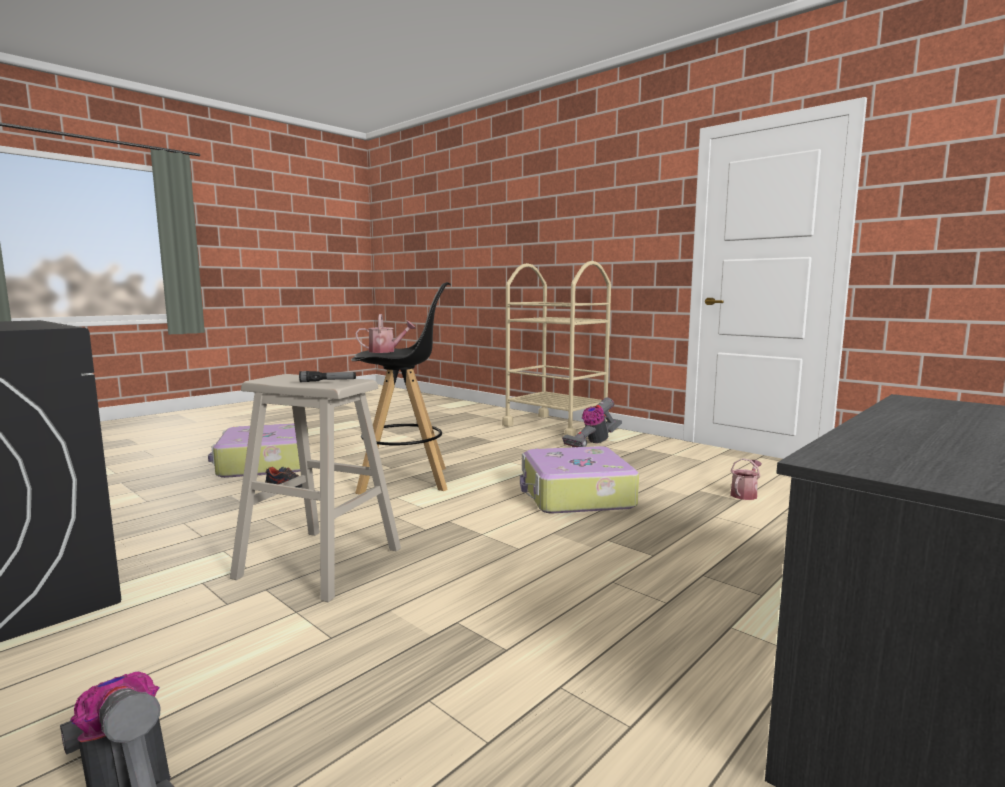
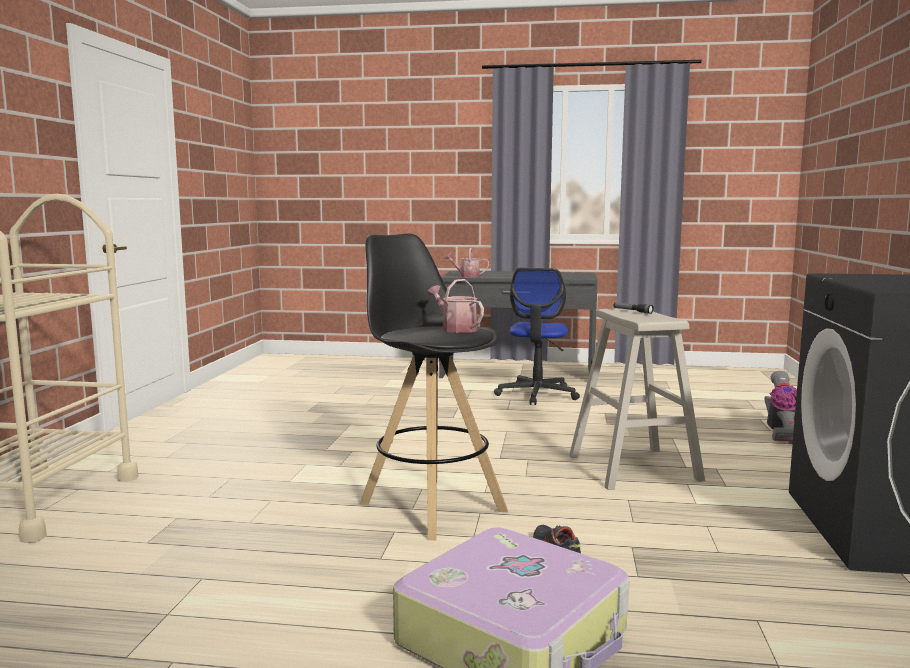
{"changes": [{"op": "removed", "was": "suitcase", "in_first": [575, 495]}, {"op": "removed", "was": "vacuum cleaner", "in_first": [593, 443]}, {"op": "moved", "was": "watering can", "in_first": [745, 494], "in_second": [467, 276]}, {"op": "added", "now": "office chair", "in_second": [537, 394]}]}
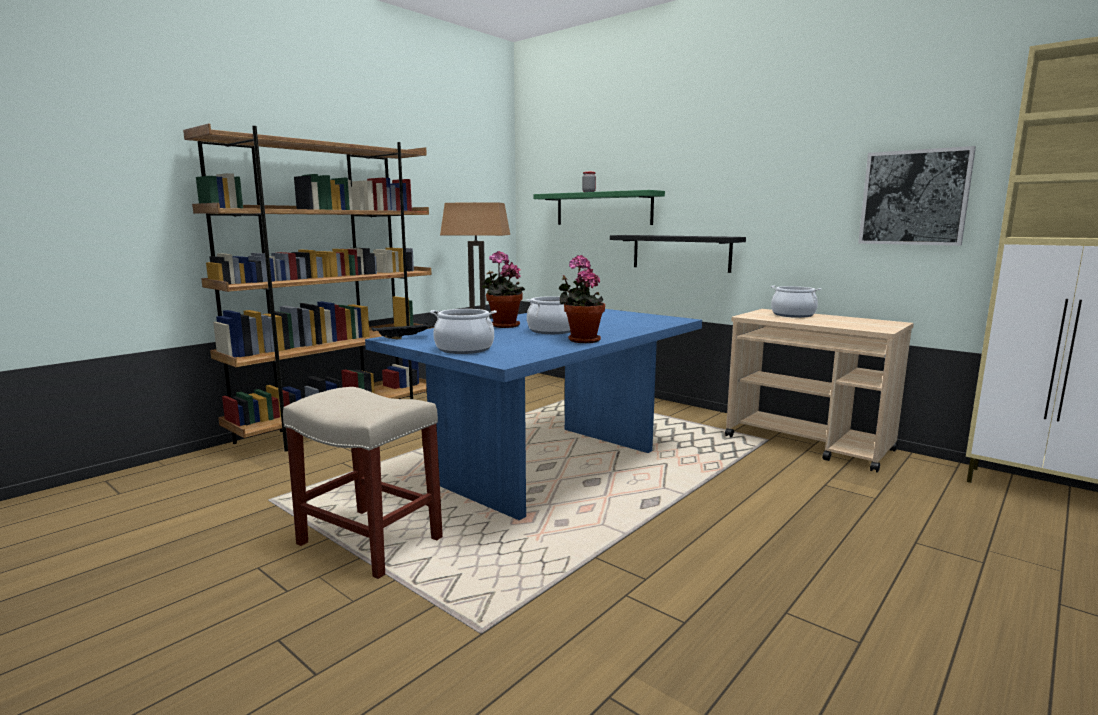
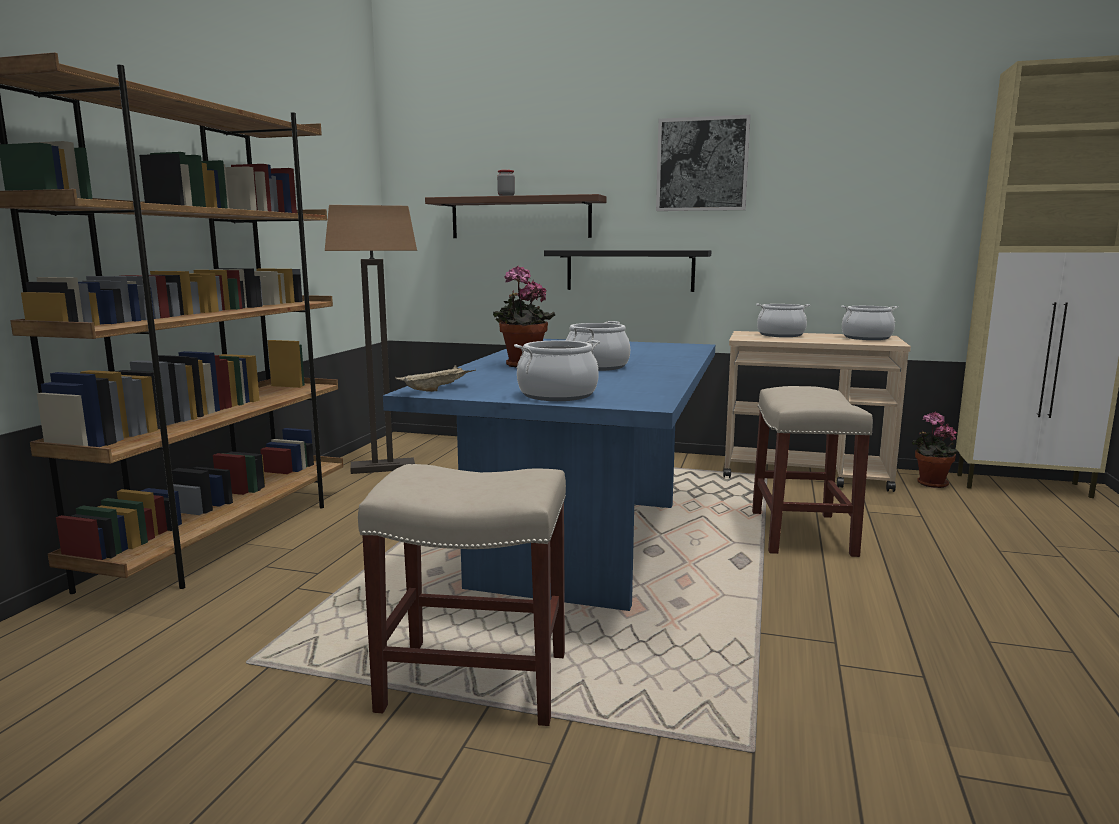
{"changes": [{"op": "recoloured", "was": "tray (black)", "now": "tray (beige)", "in_first": [403, 338], "in_second": [436, 389]}, {"op": "recoloured", "was": "shelf (green)", "now": "shelf (brown)", "in_first": [603, 209], "in_second": [520, 218]}, {"op": "moved", "was": "potted plant", "in_first": [581, 340], "in_second": [929, 484]}, {"op": "moved", "was": "picture", "in_first": [914, 198], "in_second": [702, 164]}, {"op": "added", "now": "stool (beige)", "in_second": [802, 534]}, {"op": "added", "now": "cooking pot", "in_second": [866, 338]}]}
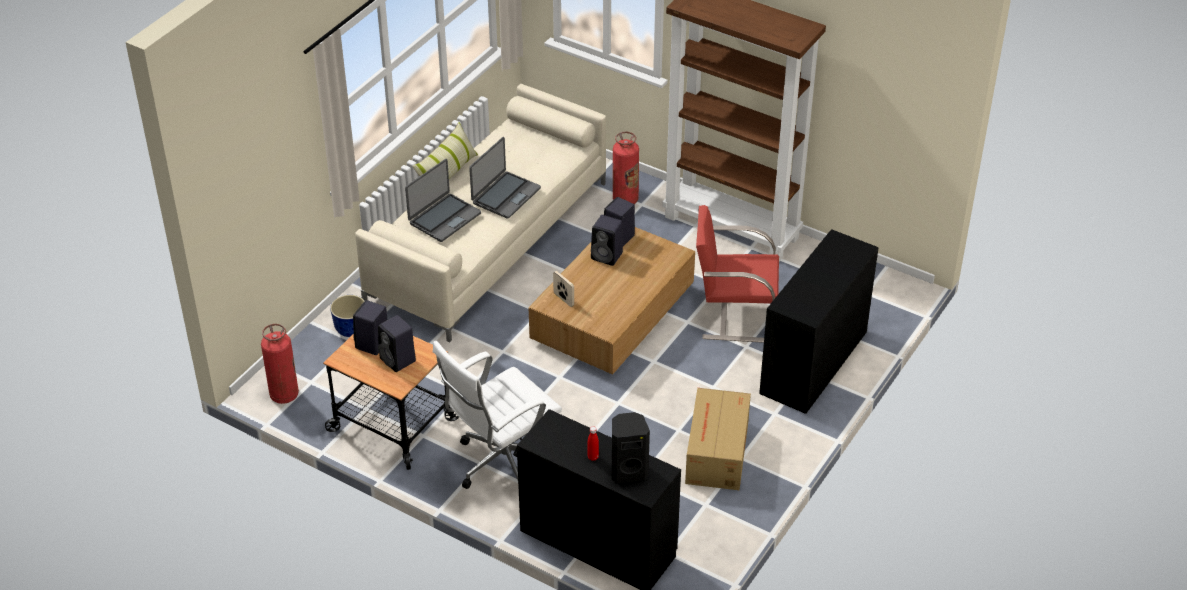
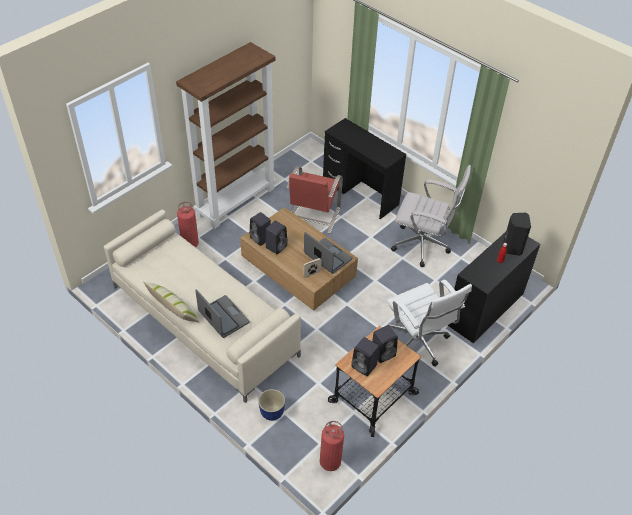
{"changes": [{"op": "moved", "was": "laptop", "in_first": [505, 195], "in_second": [327, 257]}, {"op": "replaced", "was": "cardboard box", "now": "office chair (white)", "in_first": [716, 454], "in_second": [423, 246]}]}
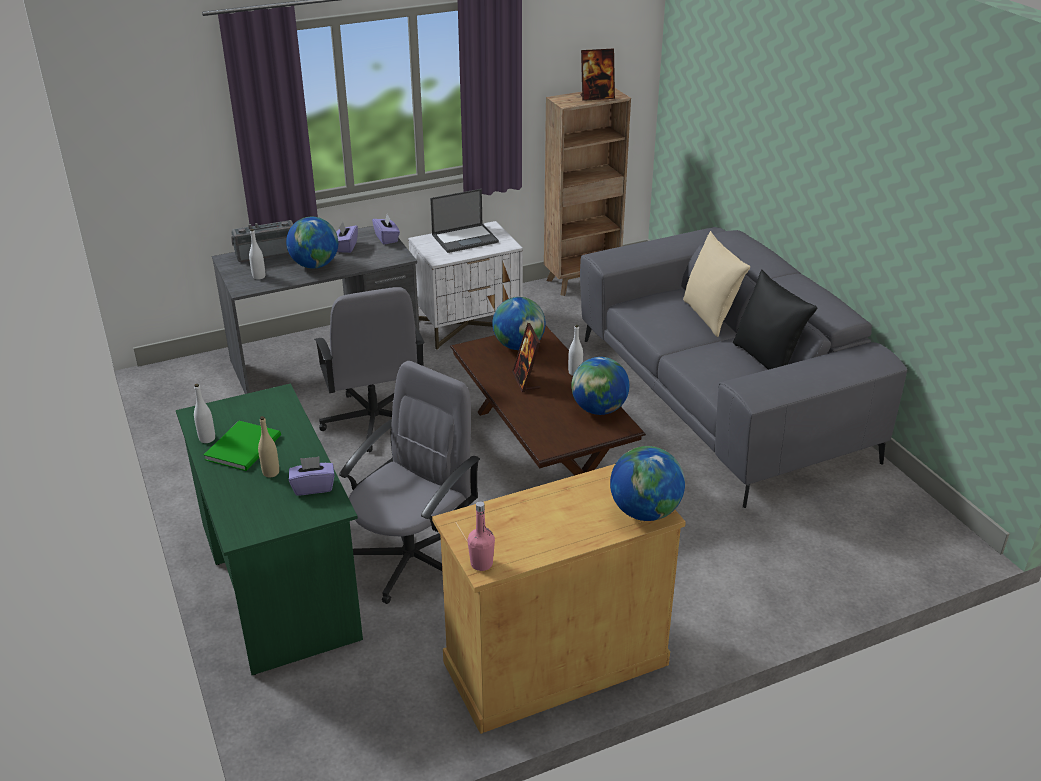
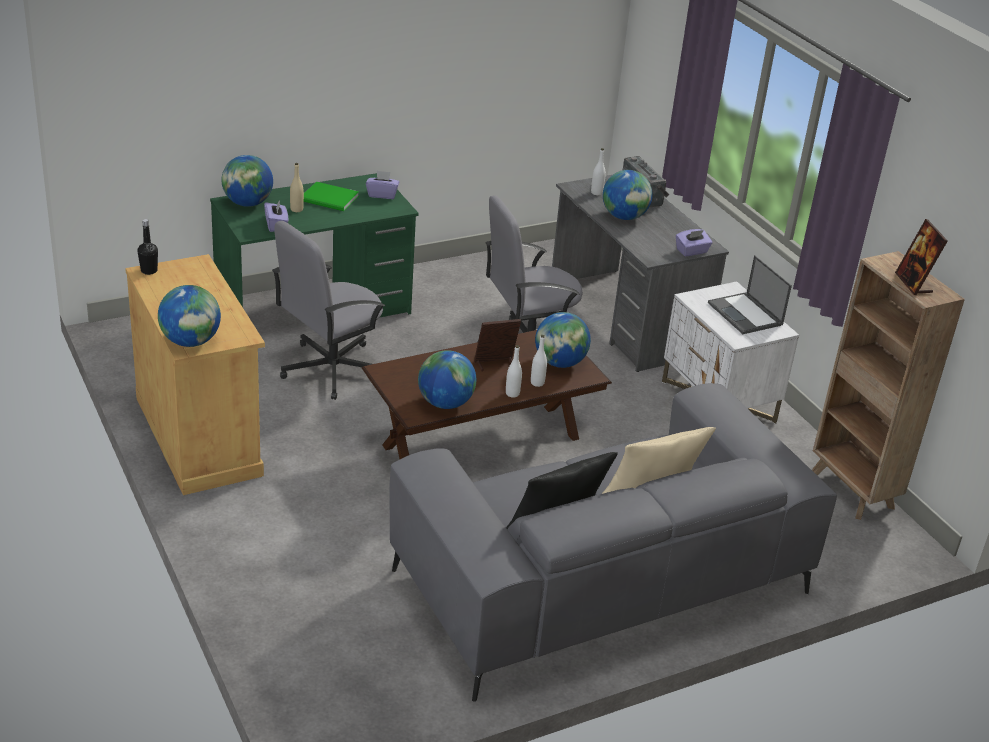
{"changes": [{"op": "moved", "was": "bottle (white)", "in_first": [207, 439], "in_second": [537, 383]}, {"op": "moved", "was": "tissue box (purple)", "in_first": [346, 247], "in_second": [382, 195]}, {"op": "turned", "was": "office chair (grey)", "in_first": [412, 559], "in_second": [331, 369], "clockwise": 105}, {"op": "recoloured", "was": "bottle (pink)", "now": "bottle (black)", "in_first": [481, 564], "in_second": [149, 271]}, {"op": "added", "now": "globe", "in_second": [248, 203]}]}
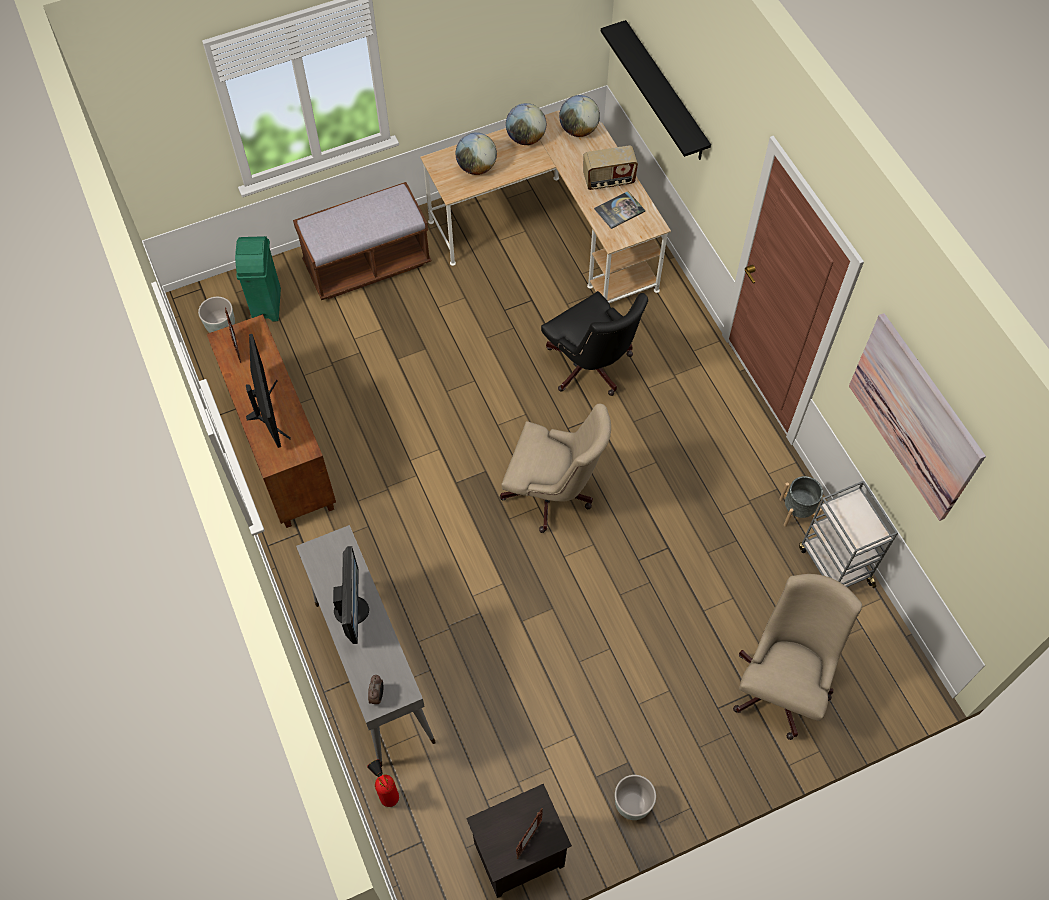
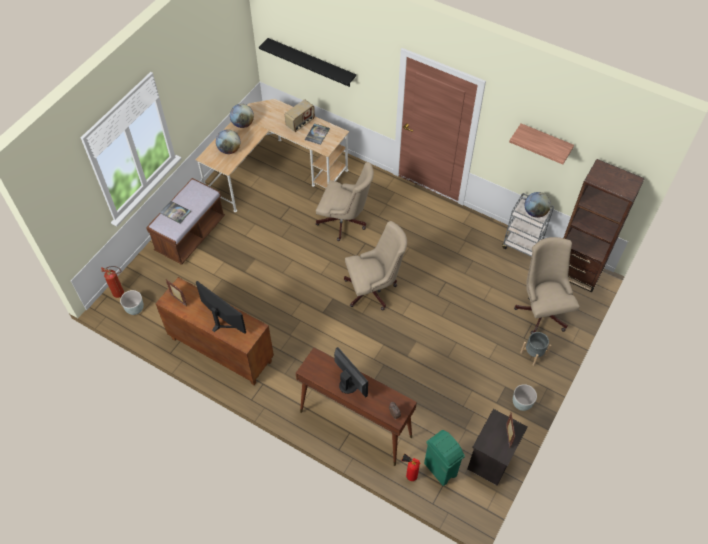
{"changes": [{"op": "moved", "was": "trash can (green)", "in_first": [266, 305], "in_second": [440, 470]}, {"op": "recoloured", "was": "console table (grey)", "now": "console table (brown)", "in_first": [373, 671], "in_second": [355, 424]}, {"op": "recoloured", "was": "office chair (black)", "now": "office chair (beige)", "in_first": [591, 368], "in_second": [345, 222]}, {"op": "moved", "was": "globe", "in_first": [578, 130], "in_second": [535, 212]}, {"op": "moved", "was": "planter (grey)", "in_first": [797, 511], "in_second": [533, 354]}, {"op": "replaced", "was": "picture", "now": "shelf", "in_first": [915, 417], "in_second": [545, 141]}, {"op": "added", "now": "fire extinguisher", "in_second": [121, 293]}, {"op": "added", "now": "book", "in_second": [175, 212]}, {"op": "added", "now": "bookcase (brown)", "in_second": [576, 272]}]}
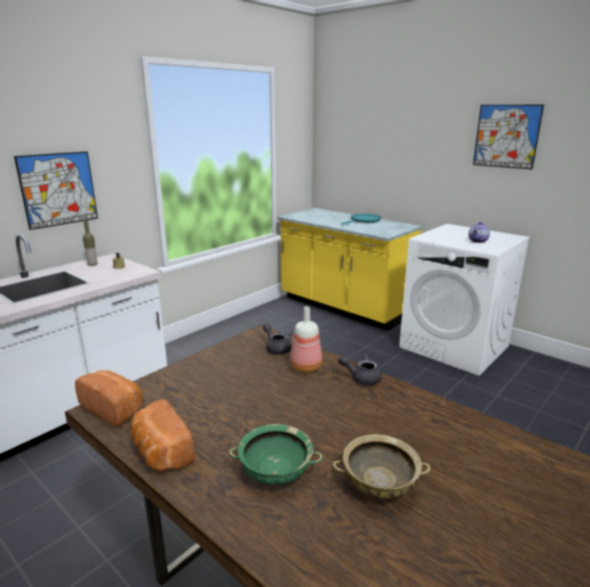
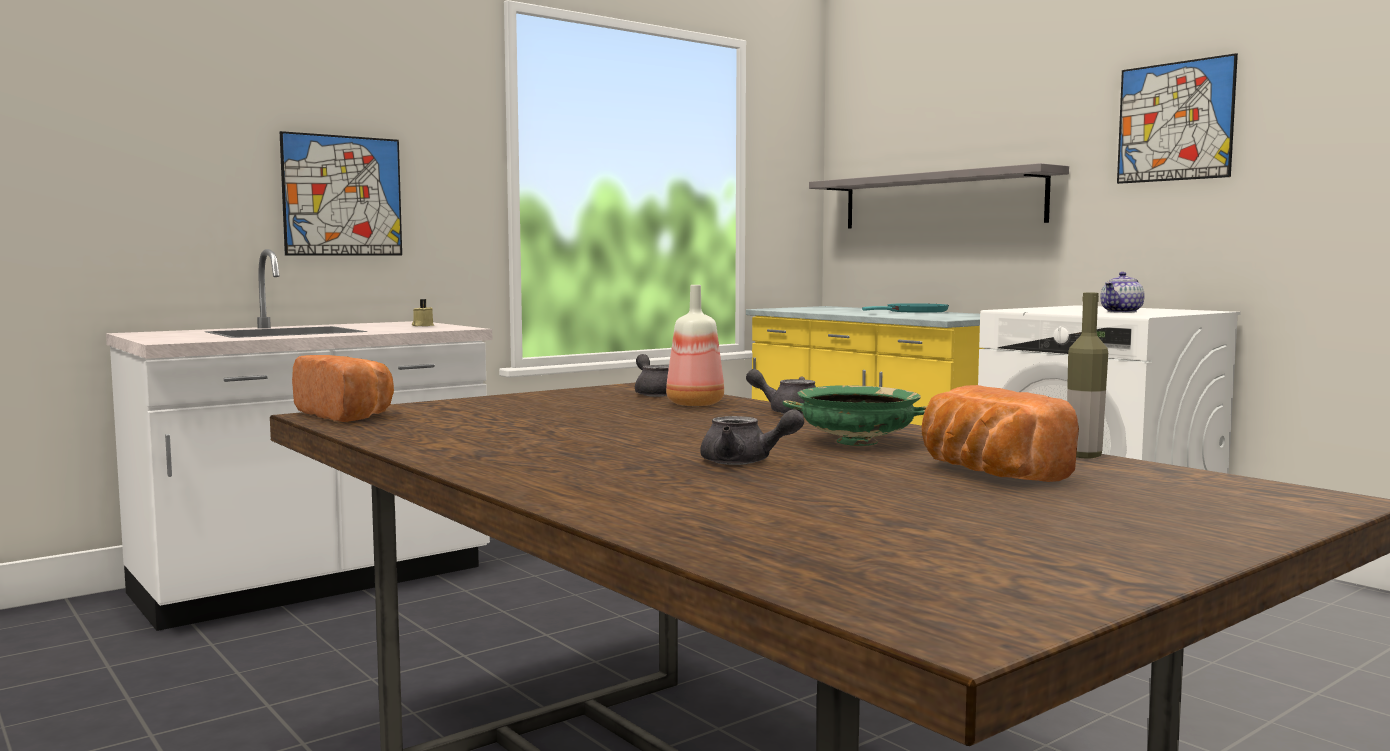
{"changes": [{"op": "moved", "was": "bottle", "in_first": [92, 264], "in_second": [1083, 456]}, {"op": "moved", "was": "bread", "in_first": [160, 453], "in_second": [987, 473]}, {"op": "moved", "was": "bowl (green)", "in_first": [276, 472], "in_second": [858, 442]}, {"op": "replaced", "was": "bowl (beige)", "now": "teapot (grey)", "in_first": [380, 484], "in_second": [745, 462]}, {"op": "added", "now": "shelf (grey)", "in_second": [940, 200]}]}
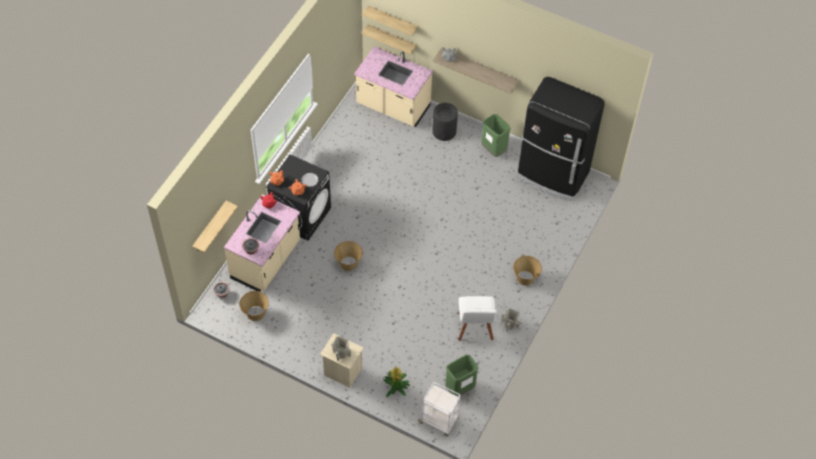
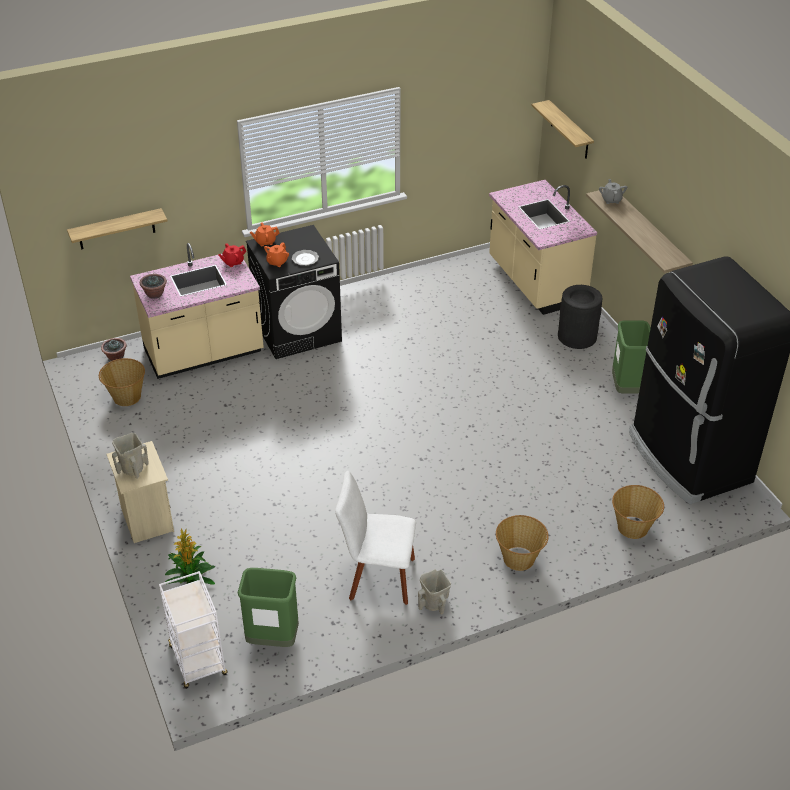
{"changes": [{"op": "moved", "was": "basket", "in_first": [348, 263], "in_second": [633, 527]}, {"op": "removed", "was": "shelf", "in_first": [392, 39]}, {"op": "turned", "was": "chair (white)", "in_first": [475, 328], "in_second": [378, 577], "clockwise": 60}]}
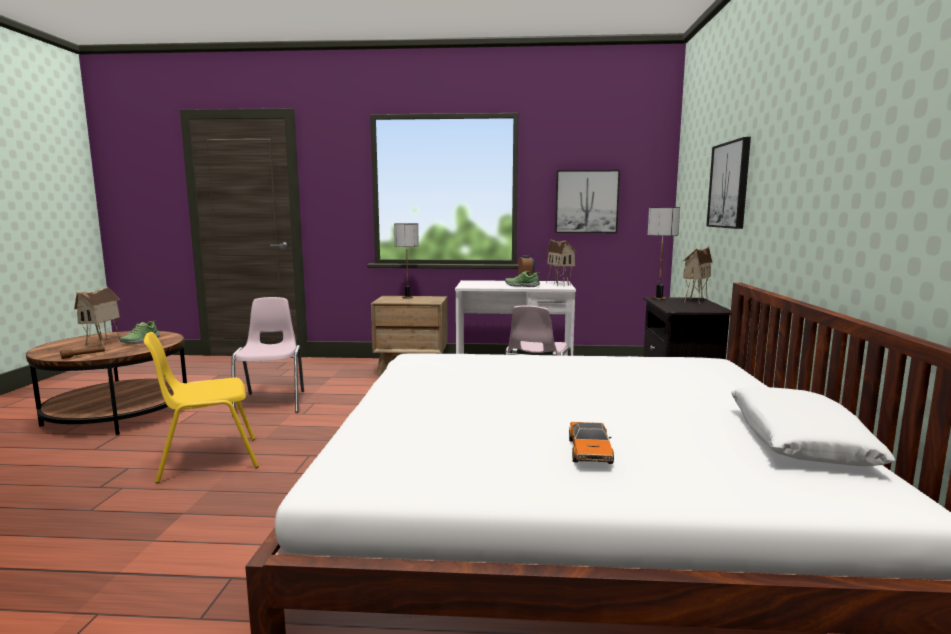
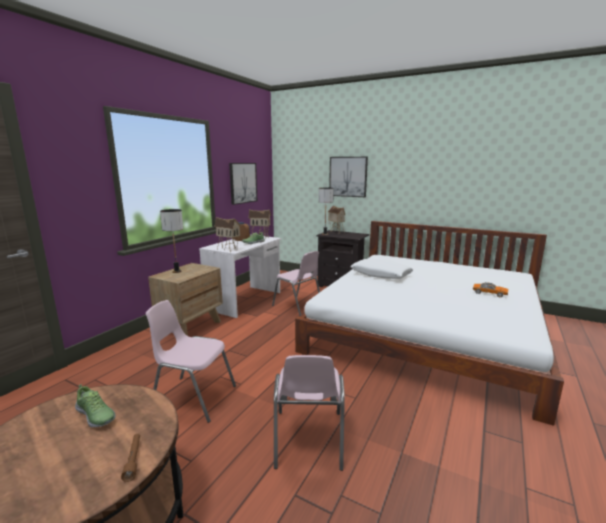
{"changes": [{"op": "moved", "was": "toy house", "in_first": [103, 344], "in_second": [228, 250]}, {"op": "recoloured", "was": "chair (yellow)", "now": "chair (pink)", "in_first": [207, 460], "in_second": [308, 439]}, {"op": "moved", "was": "pillow (white)", "in_first": [798, 440], "in_second": [381, 275]}]}
